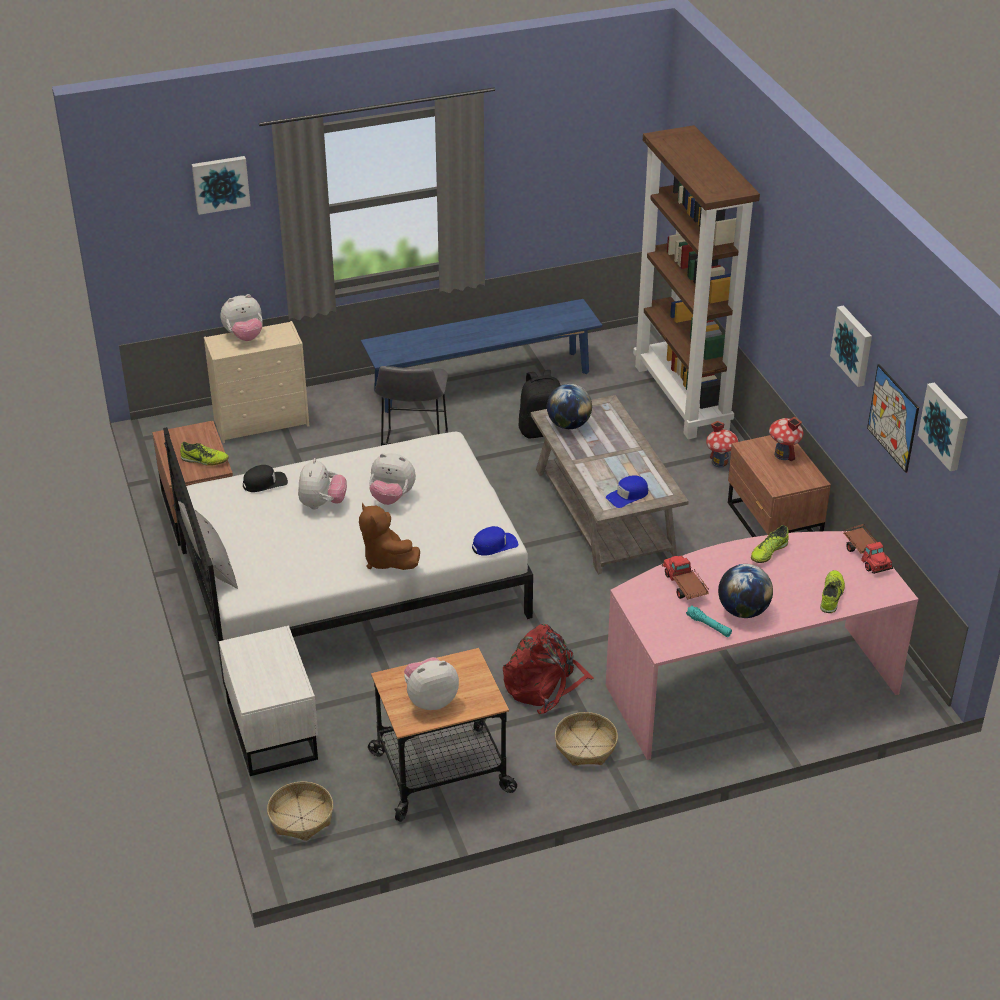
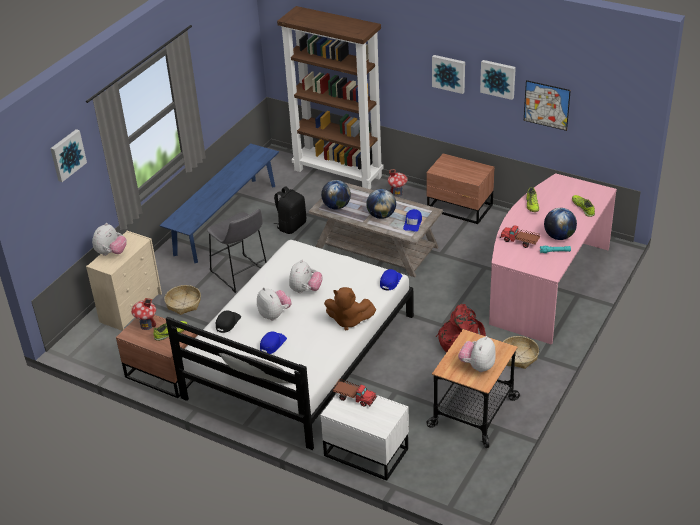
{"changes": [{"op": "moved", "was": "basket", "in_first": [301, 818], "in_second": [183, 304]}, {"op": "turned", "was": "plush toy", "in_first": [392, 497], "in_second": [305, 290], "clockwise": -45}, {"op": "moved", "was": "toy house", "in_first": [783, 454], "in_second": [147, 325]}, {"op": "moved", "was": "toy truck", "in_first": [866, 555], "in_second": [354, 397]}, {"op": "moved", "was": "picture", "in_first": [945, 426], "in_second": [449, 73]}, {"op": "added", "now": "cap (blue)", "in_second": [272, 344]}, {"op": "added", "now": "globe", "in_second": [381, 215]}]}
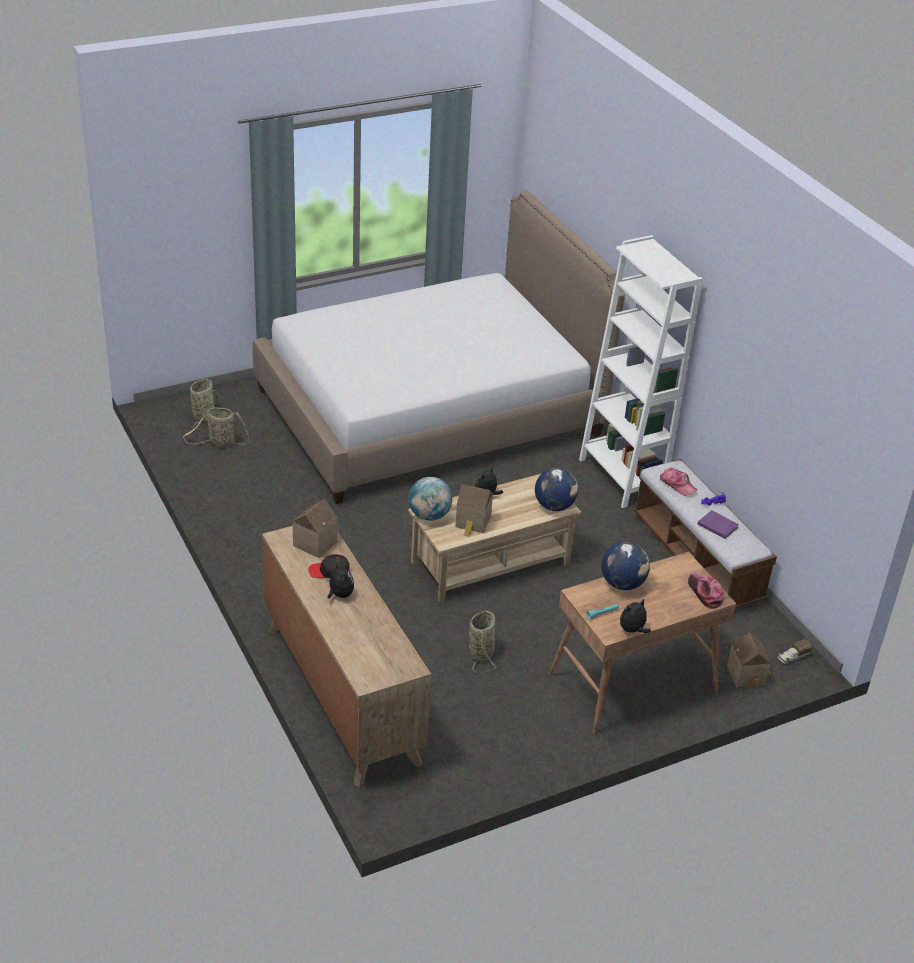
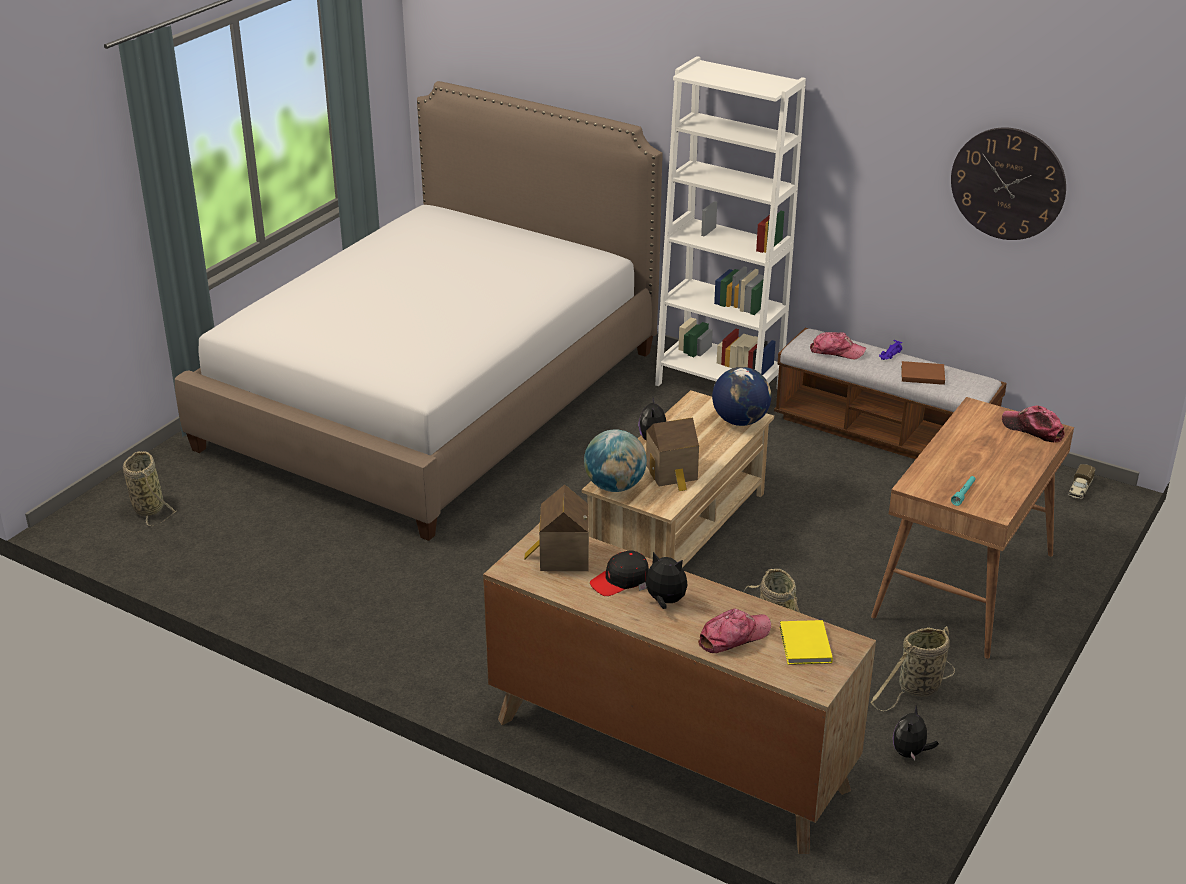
{"changes": [{"op": "moved", "was": "basket", "in_first": [220, 443], "in_second": [917, 689]}, {"op": "removed", "was": "globe", "in_first": [623, 584]}, {"op": "moved", "was": "plush toy", "in_first": [632, 630], "in_second": [910, 753]}, {"op": "recoloured", "was": "book (purple)", "now": "book (brown)", "in_first": [717, 525], "in_second": [921, 374]}, {"op": "removed", "was": "toy house", "in_first": [747, 675]}, {"op": "added", "now": "cap", "in_second": [733, 636]}, {"op": "added", "now": "book (yellow)", "in_second": [804, 646]}, {"op": "added", "now": "wall clock", "in_second": [1008, 183]}]}
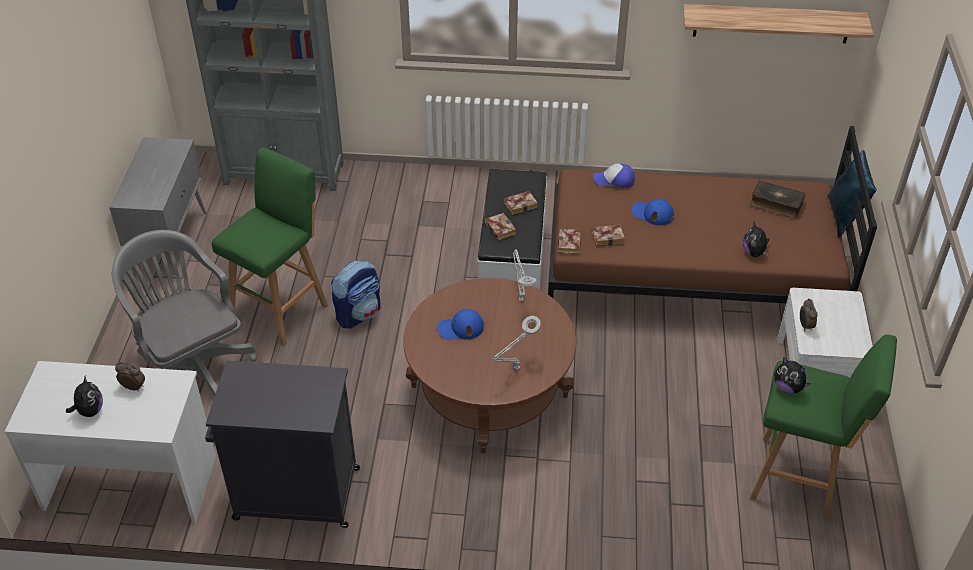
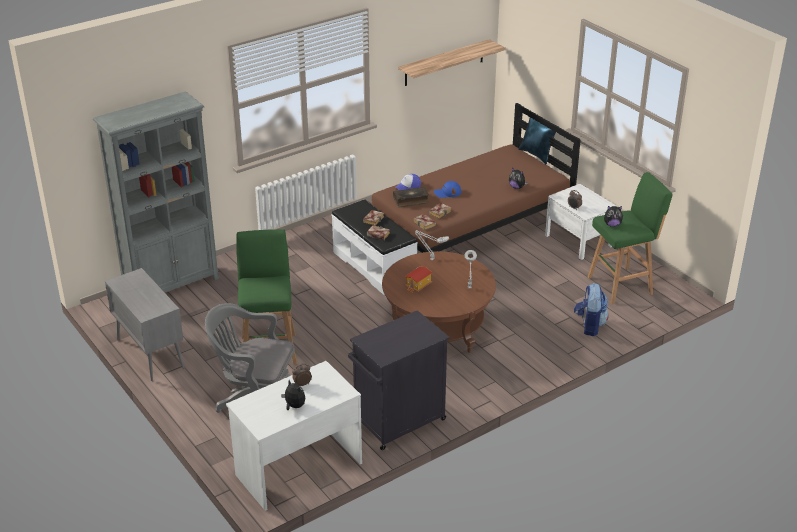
{"changes": [{"op": "moved", "was": "backpack", "in_first": [359, 314], "in_second": [589, 326]}, {"op": "replaced", "was": "cap (blue)", "now": "toy house", "in_first": [460, 328], "in_second": [418, 286]}, {"op": "moved", "was": "book", "in_first": [776, 204], "in_second": [411, 200]}]}
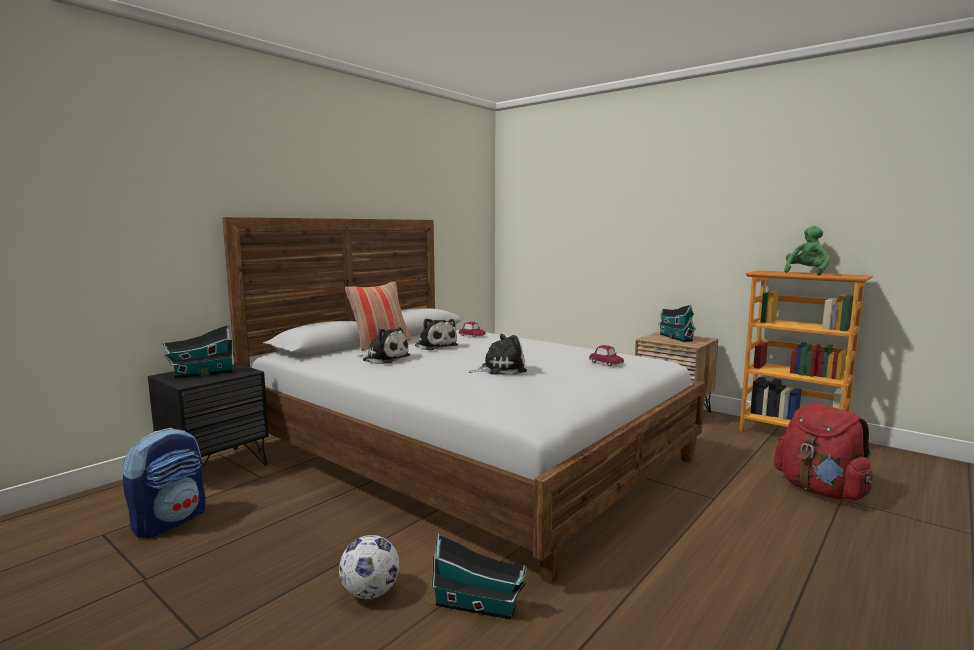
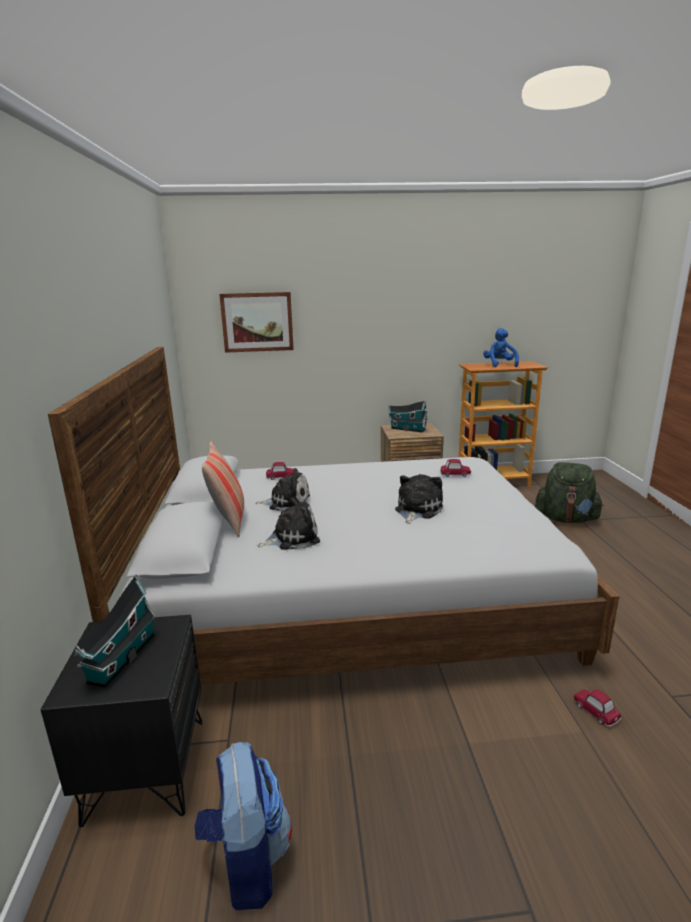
{"changes": [{"op": "removed", "was": "football", "in_first": [370, 592]}, {"op": "replaced", "was": "toy house", "now": "toy car", "in_first": [478, 606], "in_second": [595, 711]}, {"op": "recoloured", "was": "backpack (red)", "now": "backpack (green)", "in_first": [820, 490], "in_second": [566, 519]}, {"op": "recoloured", "was": "plush toy (green)", "now": "plush toy (blue)", "in_first": [806, 273], "in_second": [499, 365]}, {"op": "added", "now": "picture", "in_second": [257, 322]}]}
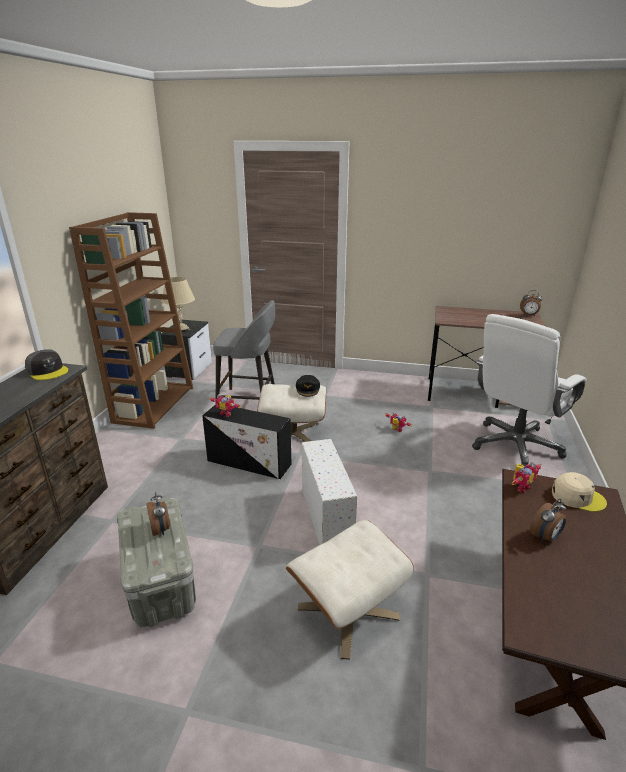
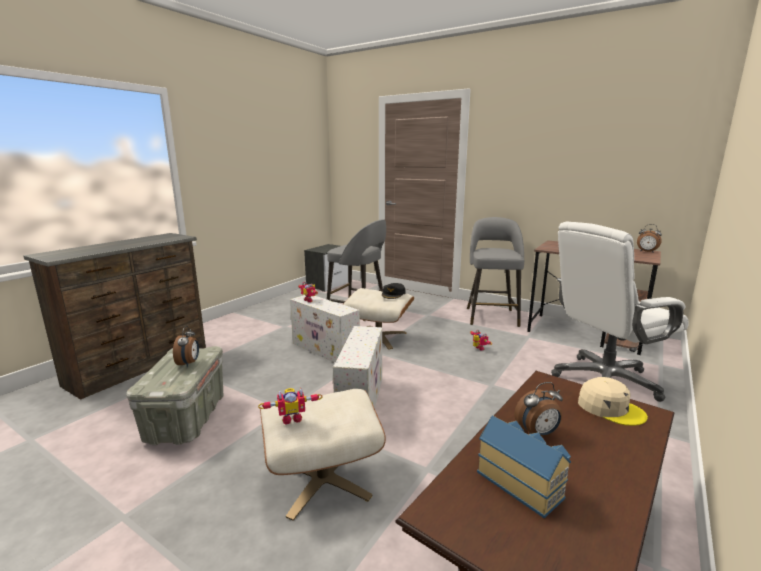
{"changes": [{"op": "removed", "was": "cap (grey)", "in_first": [47, 371]}, {"op": "removed", "was": "bookcase (brown)", "in_first": [154, 404]}, {"op": "removed", "was": "table lamp (beige)", "in_first": [182, 329]}, {"op": "recoloured", "was": "storage box (black)", "now": "storage box (white)", "in_first": [250, 462], "in_second": [326, 350]}, {"op": "moved", "was": "toy robot", "in_first": [520, 487], "in_second": [292, 418]}, {"op": "added", "now": "stool (grey)", "in_second": [491, 316]}, {"op": "added", "now": "toy house", "in_second": [521, 482]}]}
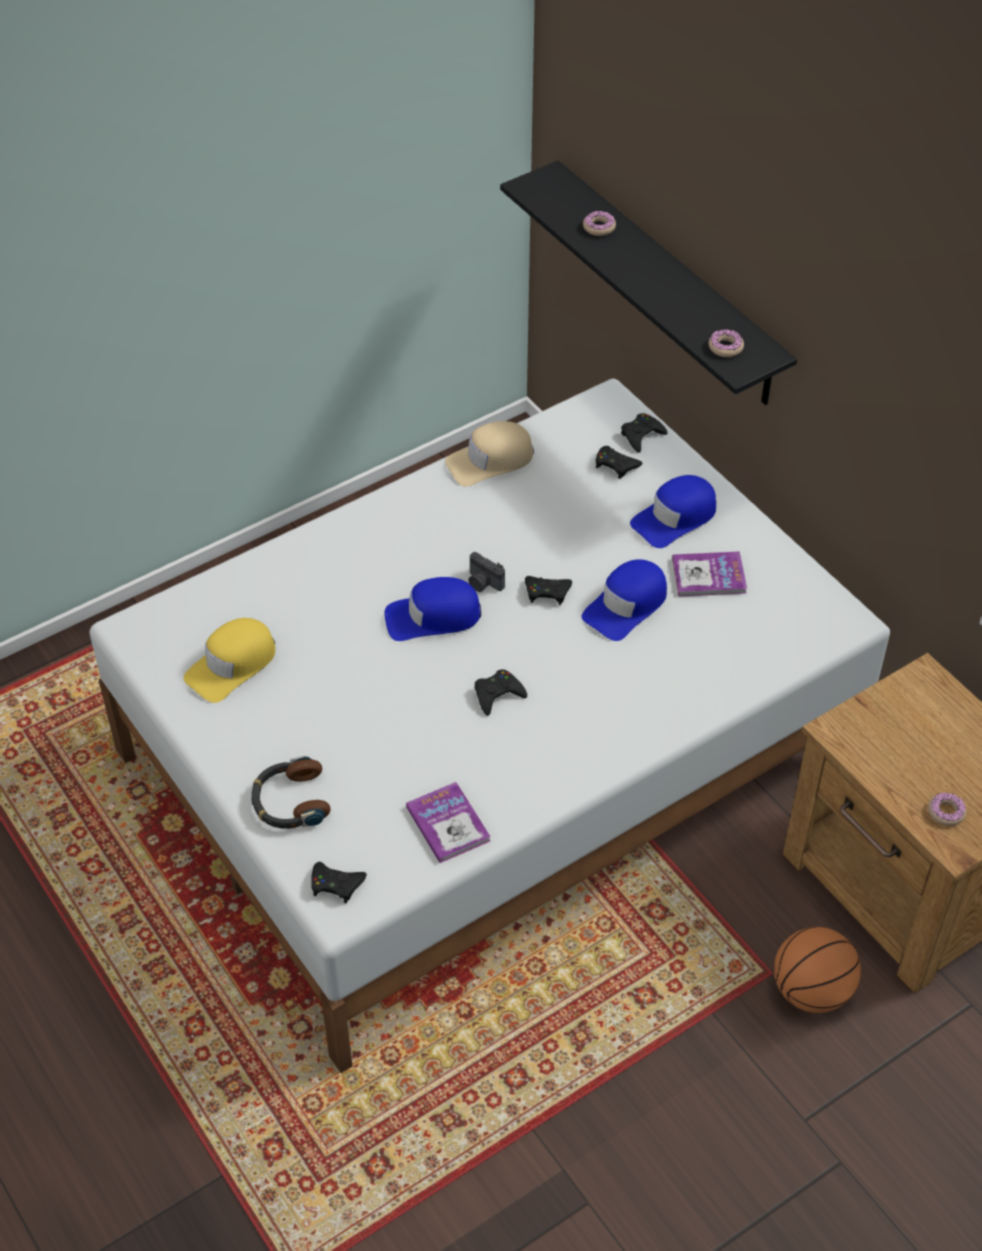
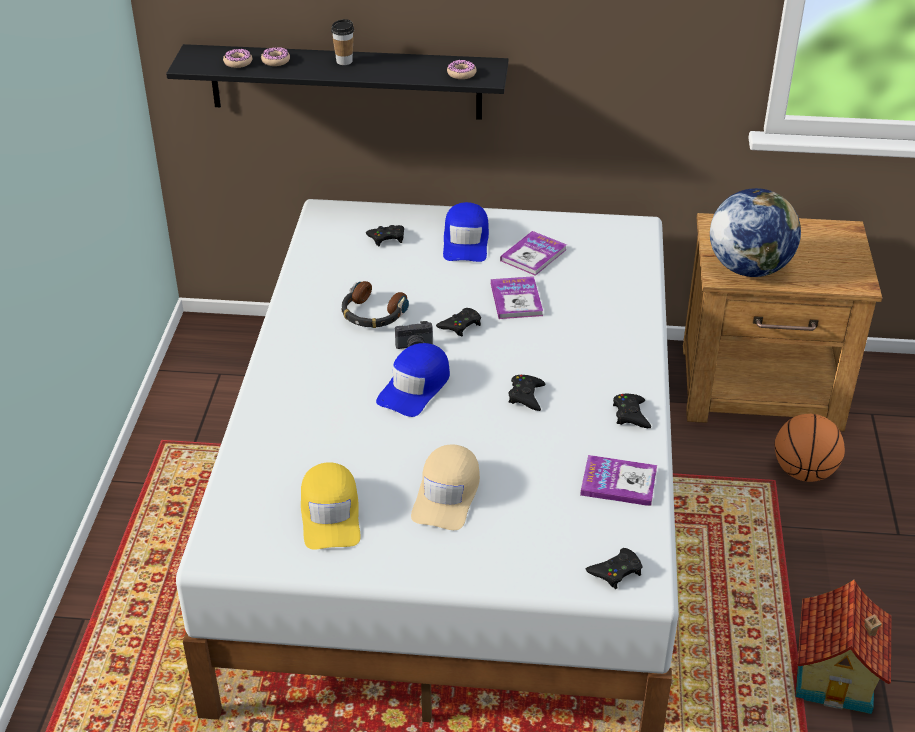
{"changes": [{"op": "moved", "was": "headphones", "in_first": [290, 801], "in_second": [372, 314]}, {"op": "moved", "was": "cap (beige)", "in_first": [490, 461], "in_second": [447, 494]}, {"op": "replaced", "was": "cap (blue)", "now": "book", "in_first": [626, 605], "in_second": [516, 299]}, {"op": "moved", "was": "game controller (black)", "in_first": [641, 435], "in_second": [631, 415]}, {"op": "moved", "was": "donut", "in_first": [946, 812], "in_second": [238, 62]}, {"op": "added", "now": "cup", "in_second": [344, 61]}, {"op": "added", "now": "globe", "in_second": [748, 268]}, {"op": "added", "now": "toy house", "in_second": [837, 676]}]}
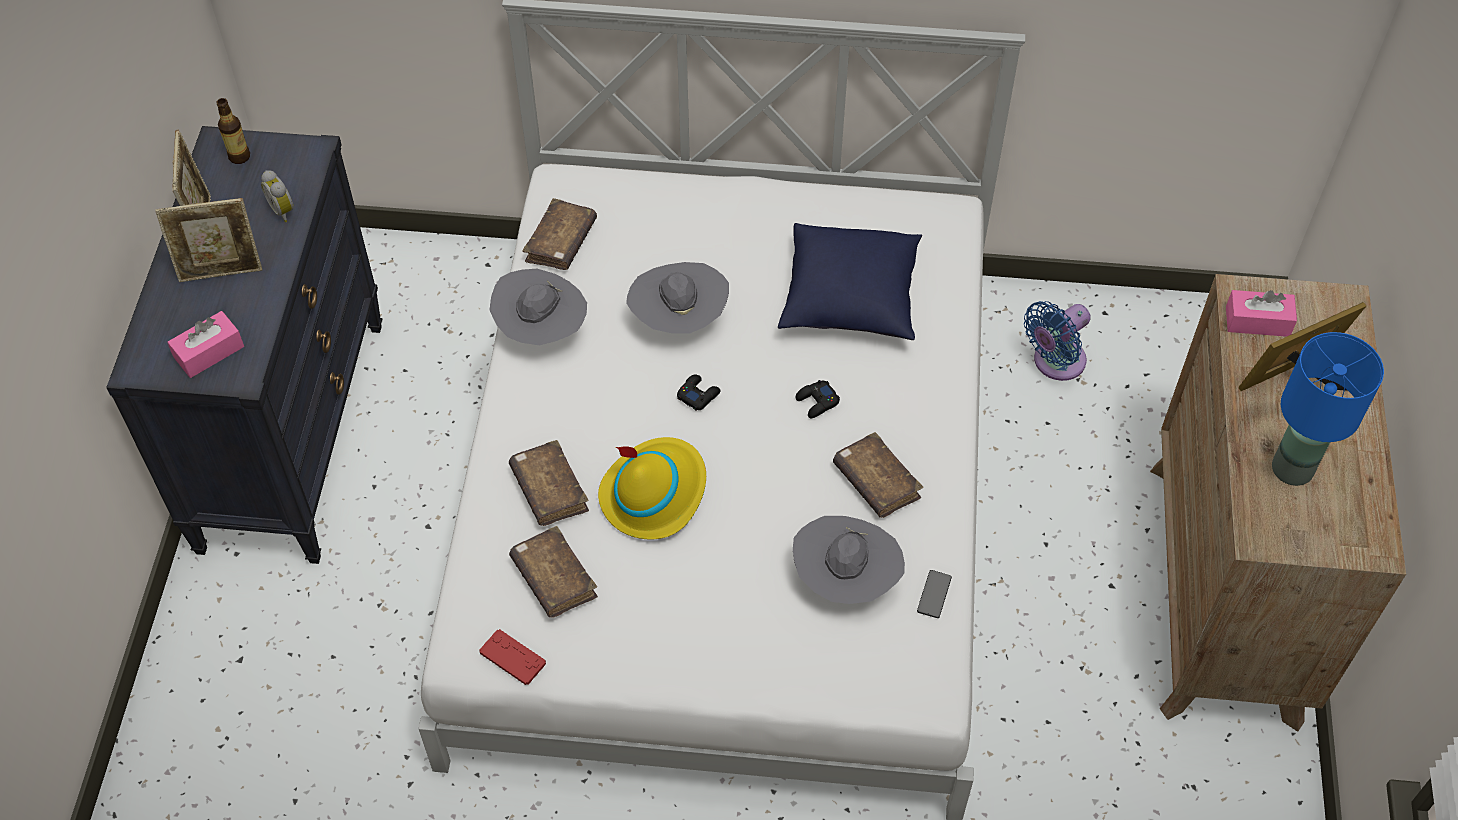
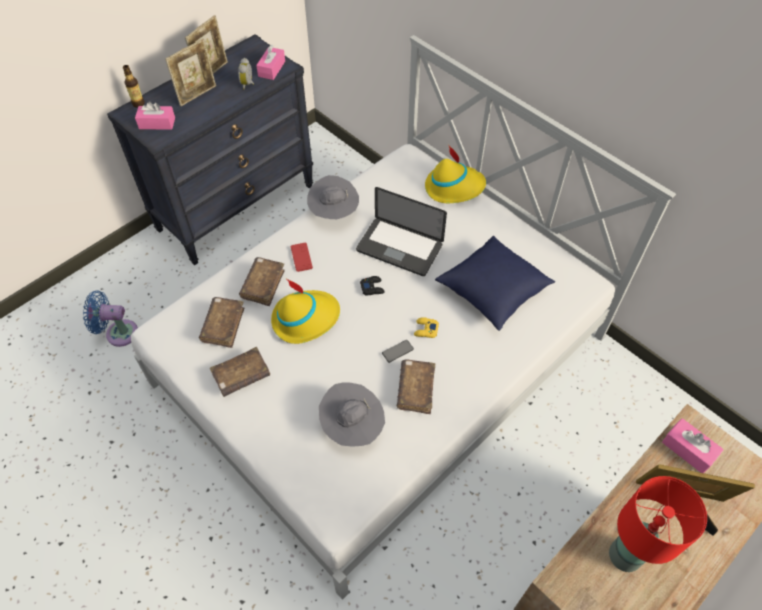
{"changes": [{"op": "turned", "was": "picture frame", "in_first": [221, 272], "in_second": [197, 94], "clockwise": -75}, {"op": "moved", "was": "bottle", "in_first": [239, 156], "in_second": [138, 104]}, {"op": "moved", "was": "game controller (red)", "in_first": [512, 658], "in_second": [301, 257]}, {"op": "moved", "was": "book (brown)", "in_first": [561, 242], "in_second": [241, 376]}, {"op": "replaced", "was": "hat (grey)", "now": "laptop", "in_first": [679, 319], "in_second": [399, 248]}, {"op": "recoloured", "was": "game controller (black)", "now": "game controller (yellow)", "in_first": [817, 402], "in_second": [425, 330]}, {"op": "moved", "was": "phone", "in_first": [934, 594], "in_second": [397, 351]}, {"op": "moved", "was": "fan (blue)", "in_first": [1055, 362], "in_second": [118, 333]}, {"op": "recoloured", "was": "table lamp (blue)", "now": "table lamp (red)", "in_first": [1291, 468], "in_second": [624, 554]}, {"op": "added", "now": "tissue box (pink)", "in_second": [271, 69]}, {"op": "added", "now": "hat (yellow)", "in_second": [454, 187]}]}
